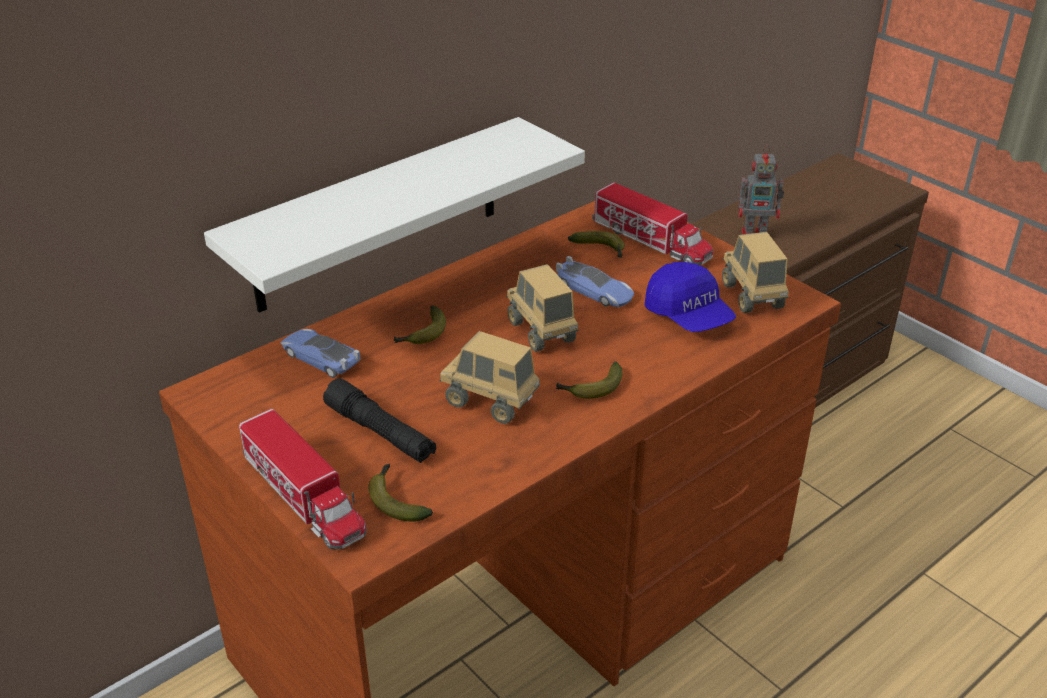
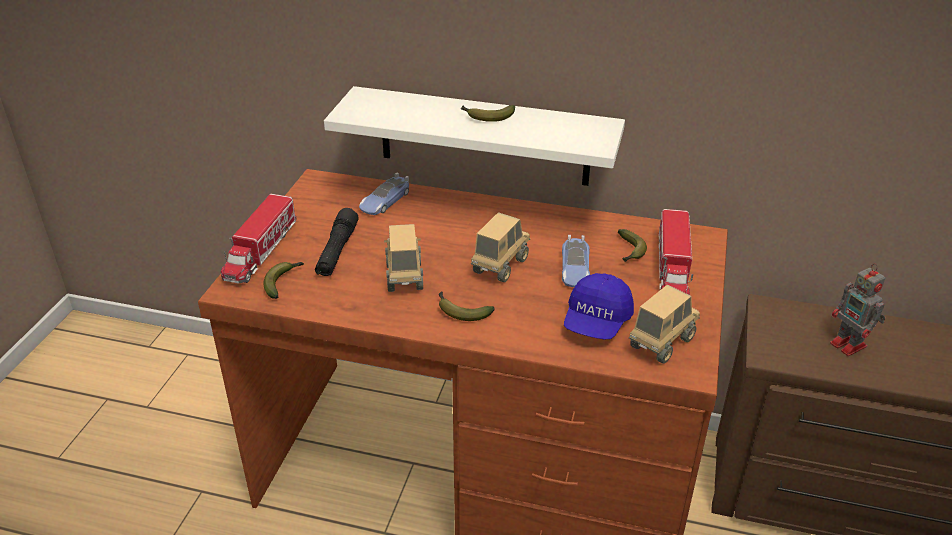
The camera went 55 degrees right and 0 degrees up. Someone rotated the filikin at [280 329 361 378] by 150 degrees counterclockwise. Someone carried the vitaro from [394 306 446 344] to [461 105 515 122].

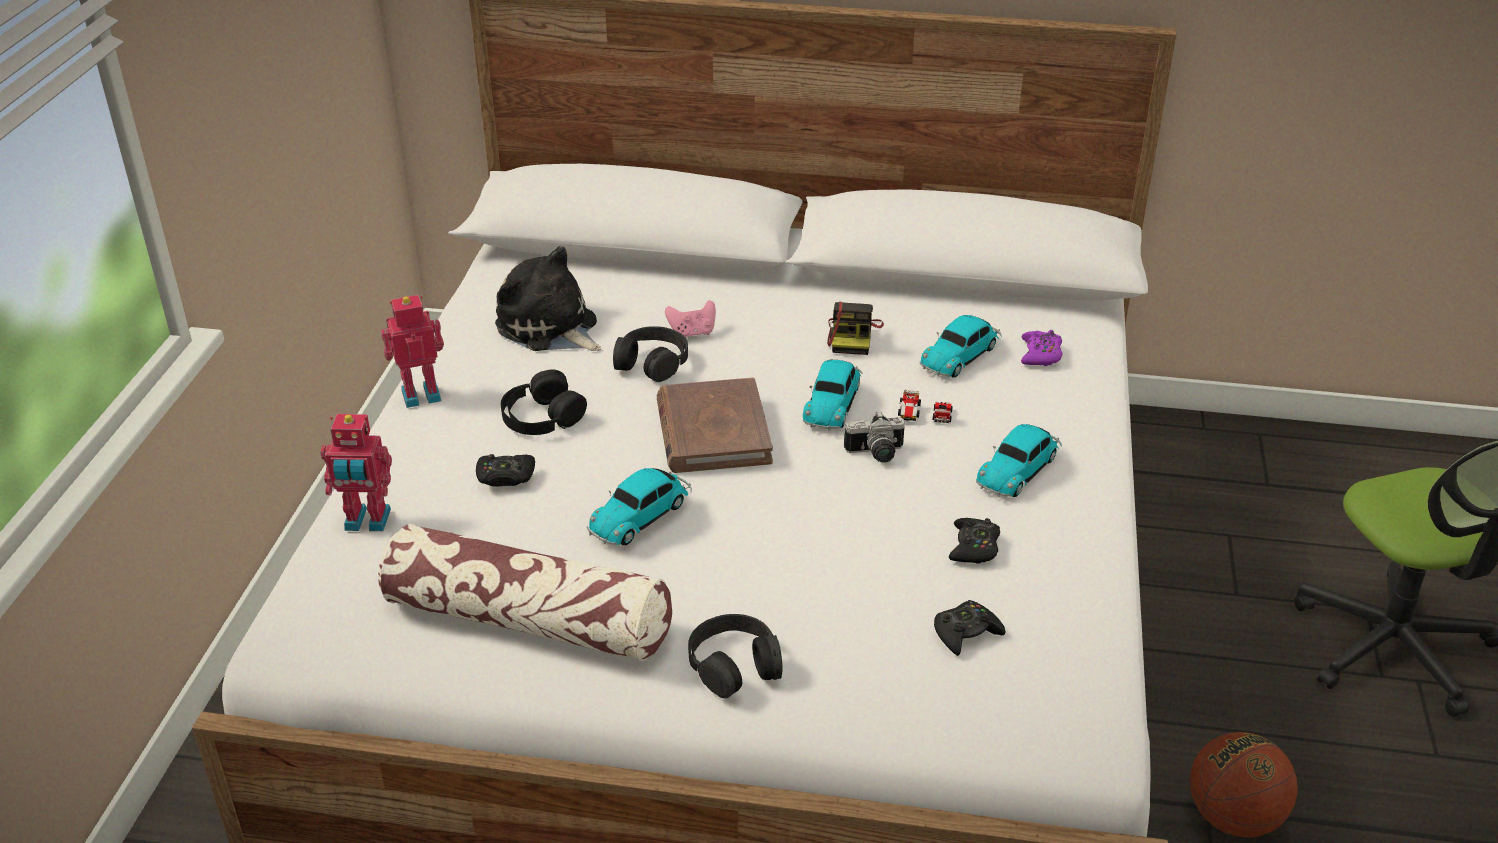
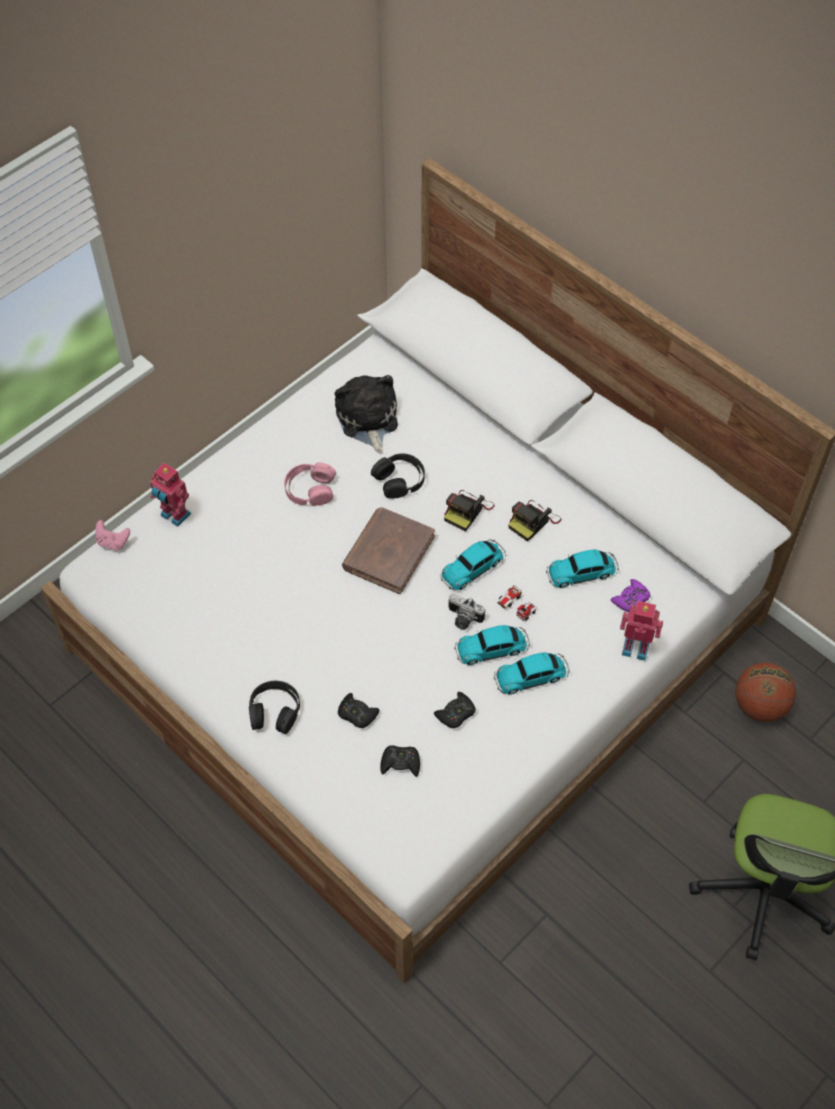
The camera went 35 degrees right and 20 degrees up. Someone took away the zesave at [378 524 672 661]. Someone carried the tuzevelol from [381 295 444 408] to [620 601 663 661]. Someone carried the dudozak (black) from [476 454 535 487] to [338 693 380 728]. Someone repainted the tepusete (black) at [501 369 587 435], which became the tepusete (pink) at [284 462 336 506]. Someone carried the filikin from [587 468 692 545] to [454 625 530 665]. Someone carried the dudozak (pink) from [665 300 716 337] to [96 520 130 551]. Someone carried the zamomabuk from [1190 732 1298 837] to [735 662 796 722]. Someone put down the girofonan at [444 490 495 531].

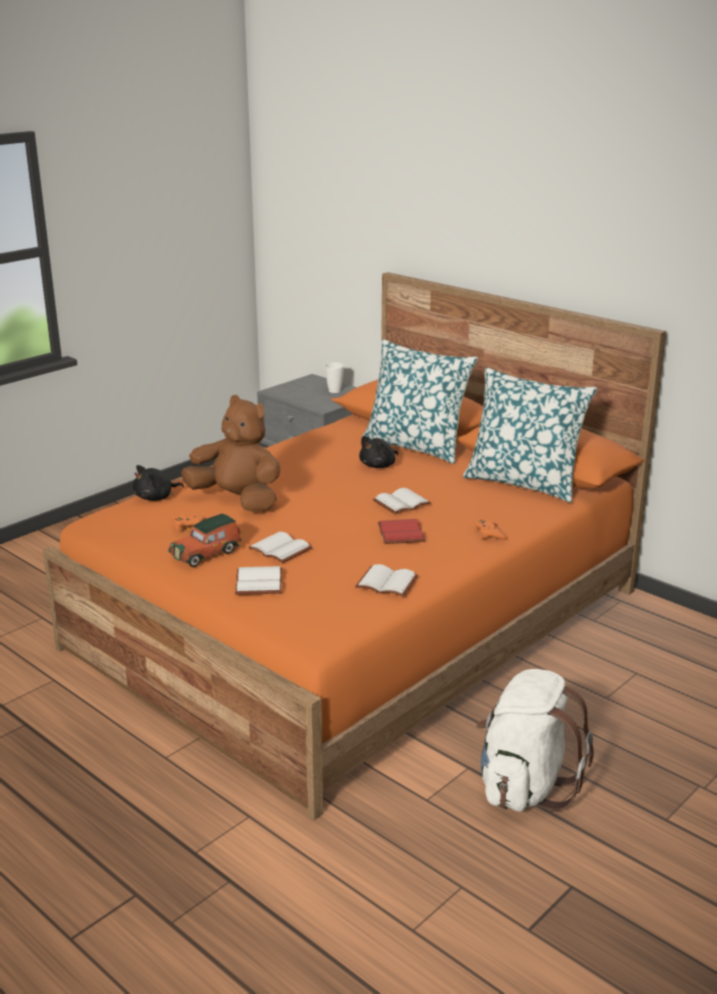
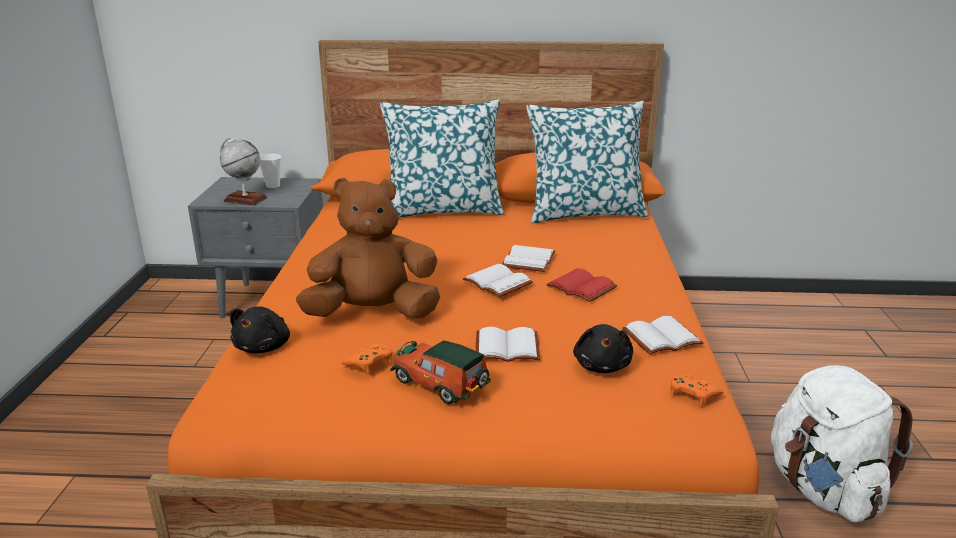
The camera went 40 degrees left and 0 degrees up. Someone rotated the filikin at [168 513 242 567] by 120 degrees clockwise. Someone carried the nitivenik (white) from [235 566 282 595] to [463 264 533 297]. Someone carried the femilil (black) from [359 436 398 468] to [573 324 633 373]. Someone carried the dudozak (orange) from [475 520 507 540] to [671 374 723 406]. Someone put down the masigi at [219 137 267 206].

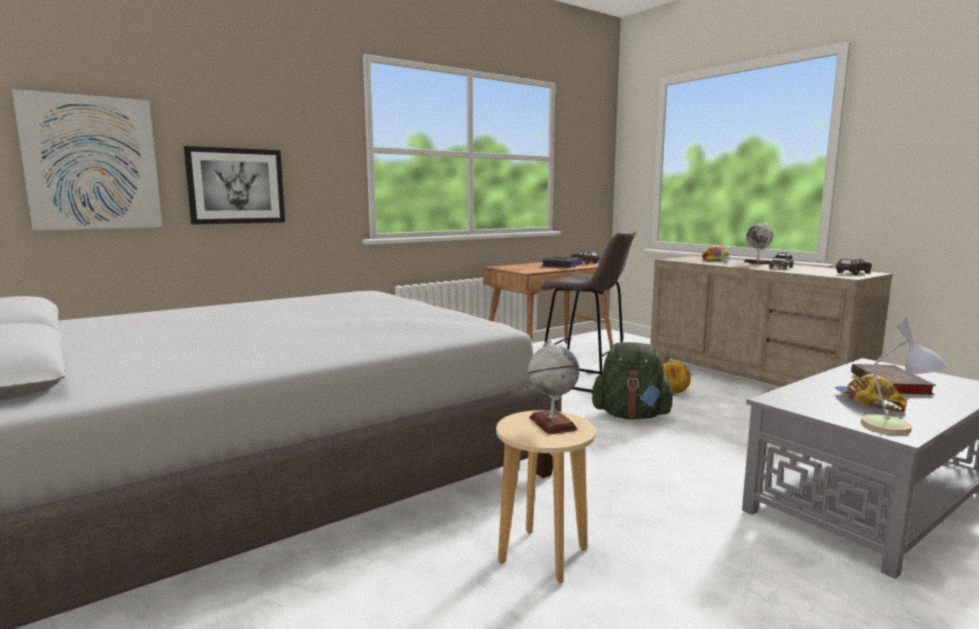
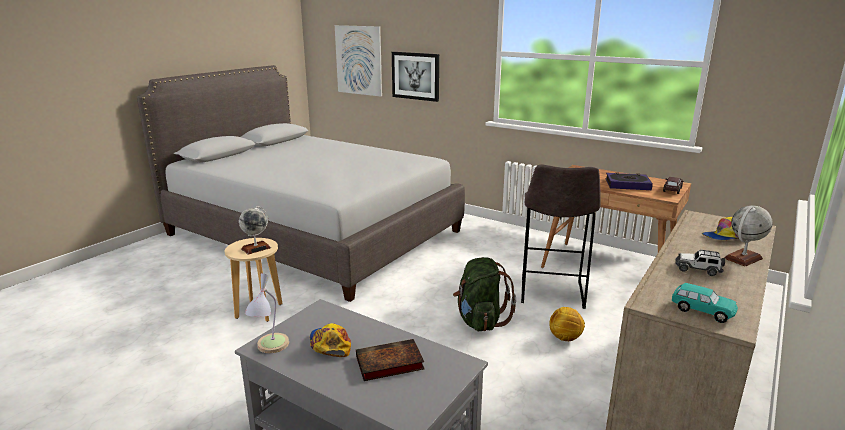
The camera went 70 degrees right and 10 degrees up. Someone rotated the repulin at [835 374 907 412] by 90 degrees counterclockwise. Someone repainted the filikin (brown) at [836 258 872 275], which became the filikin (turquoise) at [672 283 738 323].

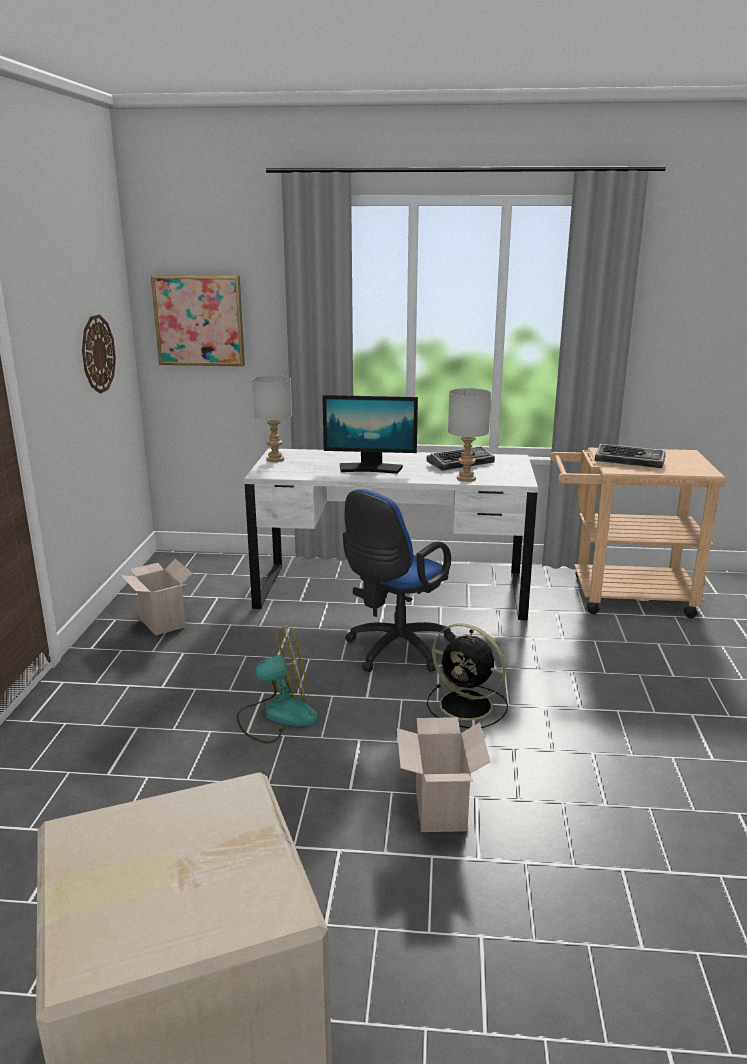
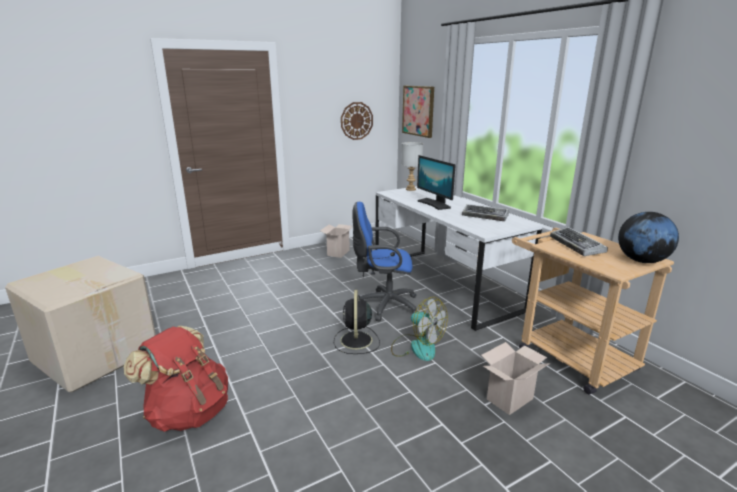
The camera went 55 degrees right and 0 degrees up. Someone carried the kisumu from [237 625 318 744] to [391 297 448 361]. Someone carried the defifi from [397 717 490 832] to [481 342 550 415]. Someone took away the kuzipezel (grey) at [448 388 491 482]. Someone put down the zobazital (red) at [124 326 228 432]. Someone put down the masigi at [618 212 679 263].

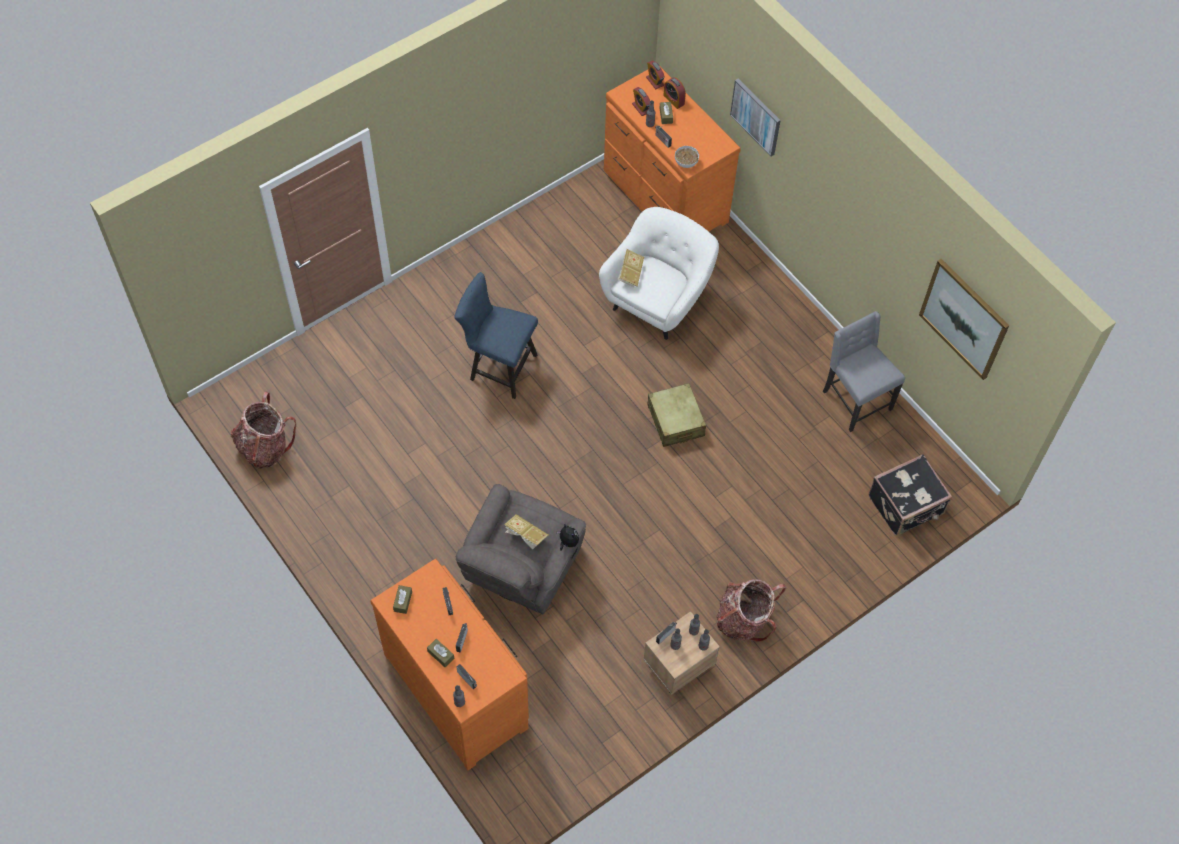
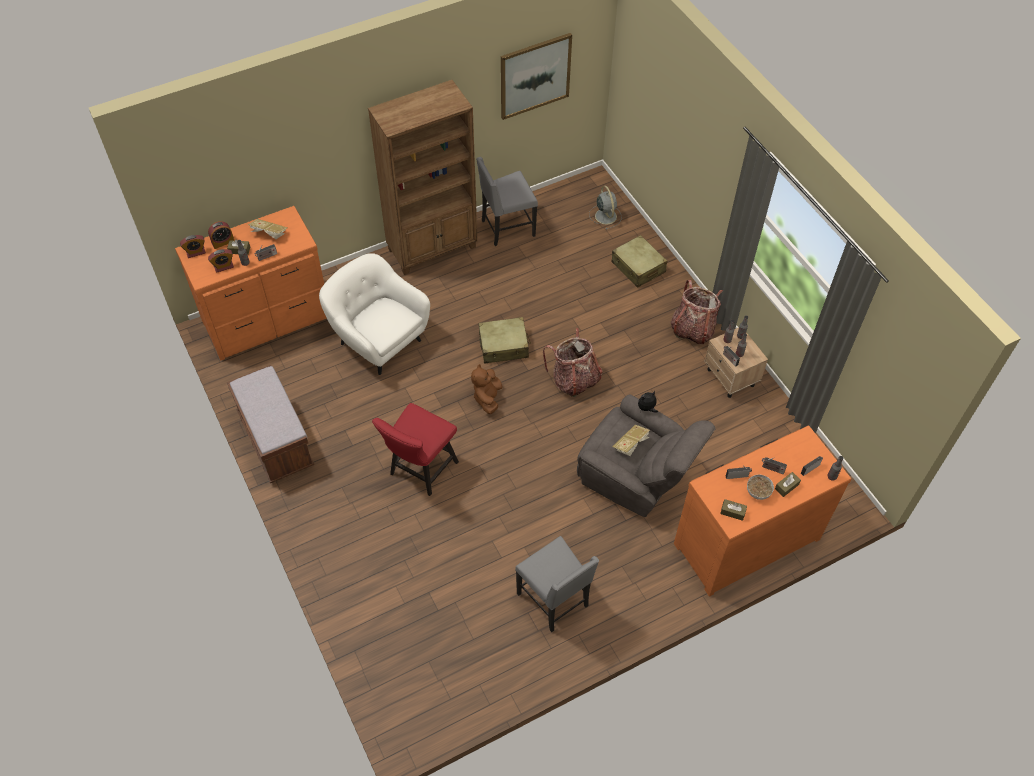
The camera went 80 degrees left and 5 degrees down. Someone carried the zobazital from [231 392 296 469] to [543 328 602 397]. Someone repainted the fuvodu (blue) at [454 272 538 399], which became the fuvodu (red) at [372 403 459 496]. Someone carried the nitivenik from [617 249 644 287] to [248 219 288 239]. Someone carried the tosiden from [675 146 699 168] to [747 475 774 500]. Someone took away the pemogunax at [730 79 781 156]. Someone swapped the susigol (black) at [869 454 952 536] for the kisumu (grey) at [589 186 622 229]. Someone put down the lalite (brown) at [227 365 314 483]. Someone put down the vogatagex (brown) at [368 80 477 275]. Someone put down the femilil (brown) at [471 364 503 414]. Someone put down the fuvodu (grey) at [515 536 599 632]. Someone put down the susigol (beige) at [612 235 667 288].

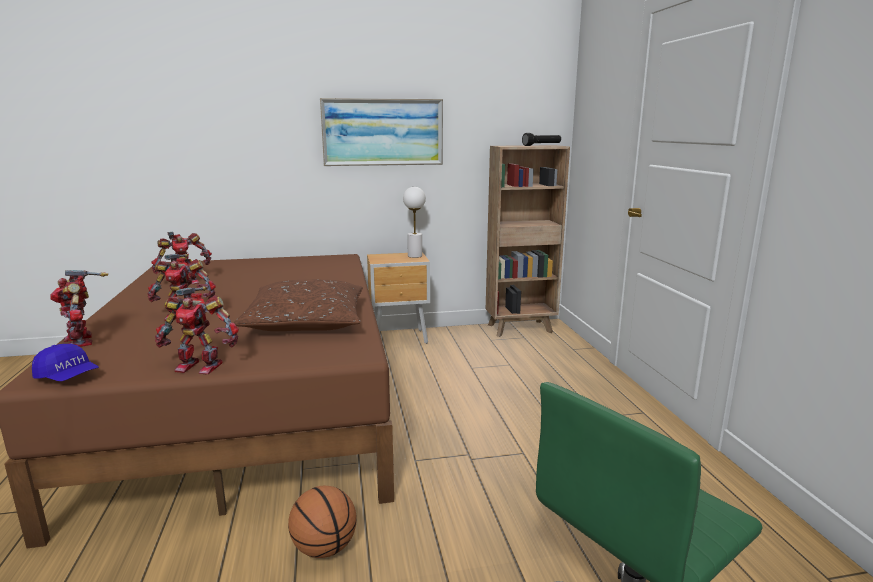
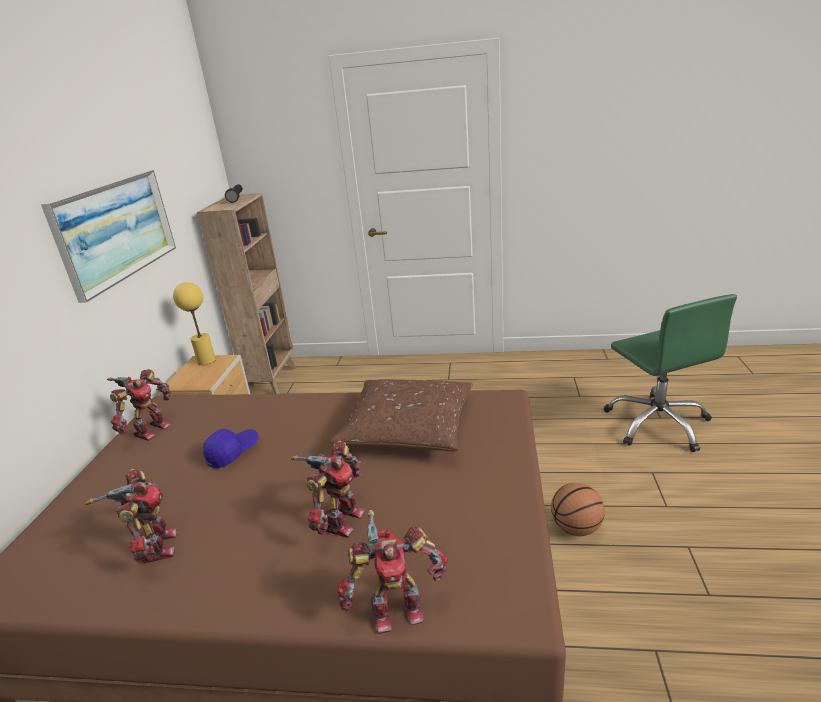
The camera went 70 degrees left and 10 degrees up. Someone carried the repulin (blue) from [32 344 99 381] to [203 429 258 469]. Someone carried the tuzevelol from [155 286 239 374] to [107 369 171 441]. Someone repainted the kuzipezel (white) at [403 187 426 258], which became the kuzipezel (yellow) at [173 282 216 365].

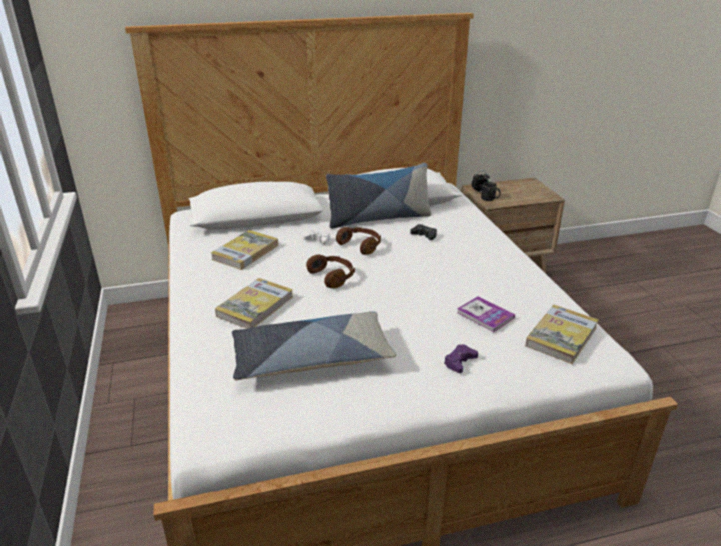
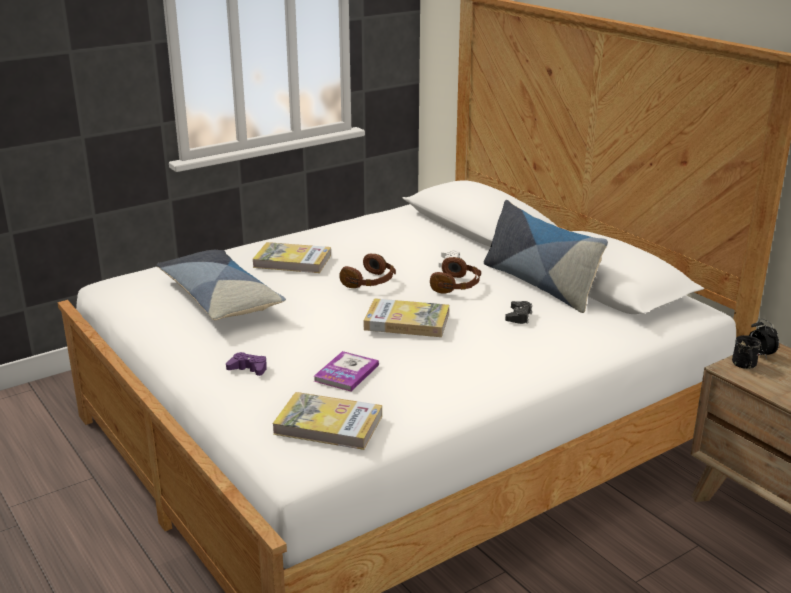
The camera went 70 degrees right and 5 degrees down. Someone carried the nitivenik from [211 230 278 270] to [364 298 449 337].

